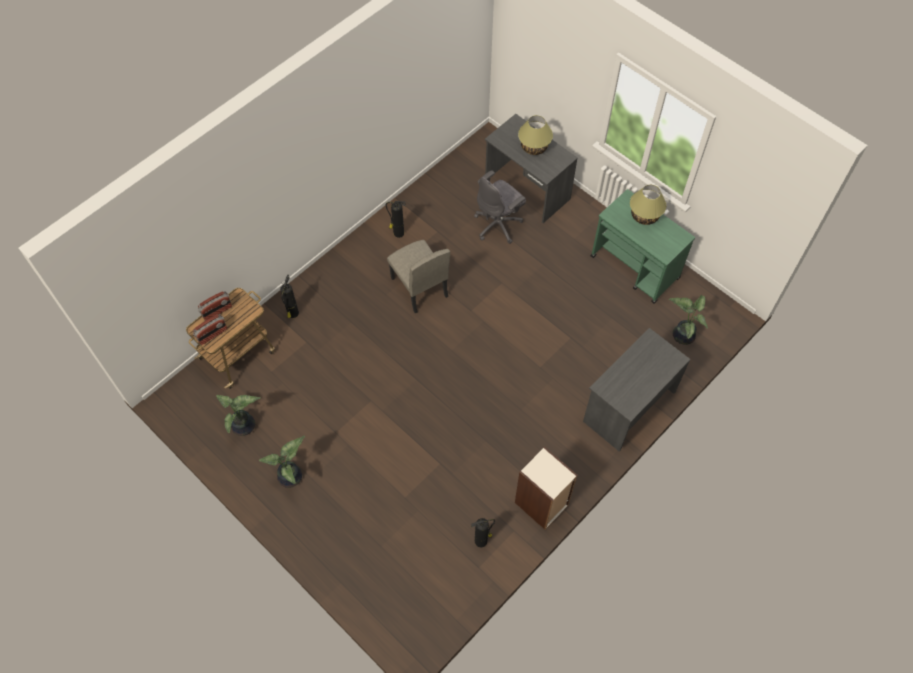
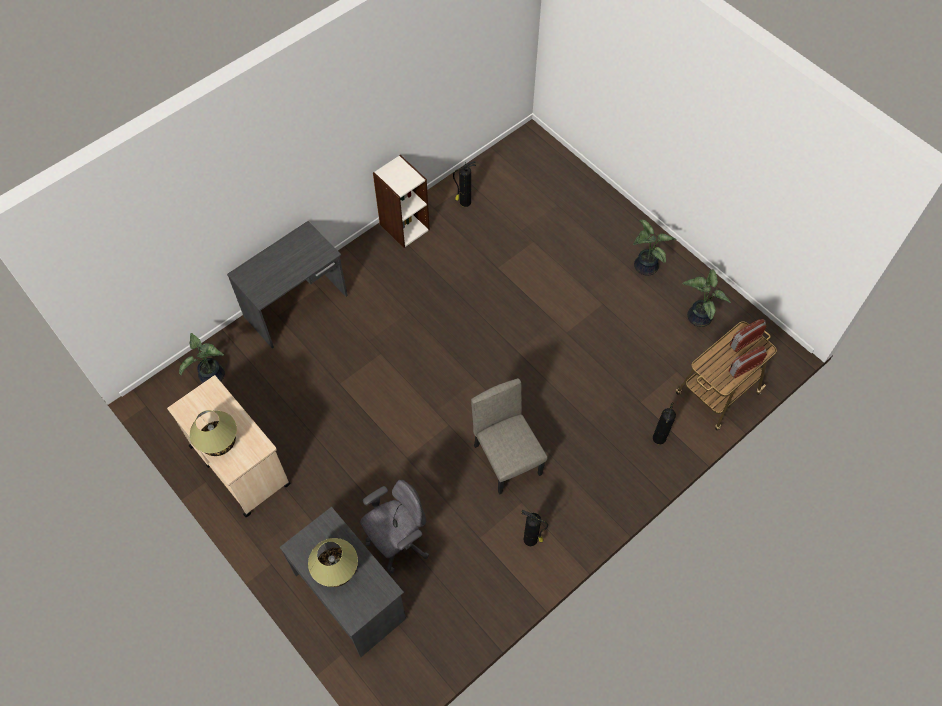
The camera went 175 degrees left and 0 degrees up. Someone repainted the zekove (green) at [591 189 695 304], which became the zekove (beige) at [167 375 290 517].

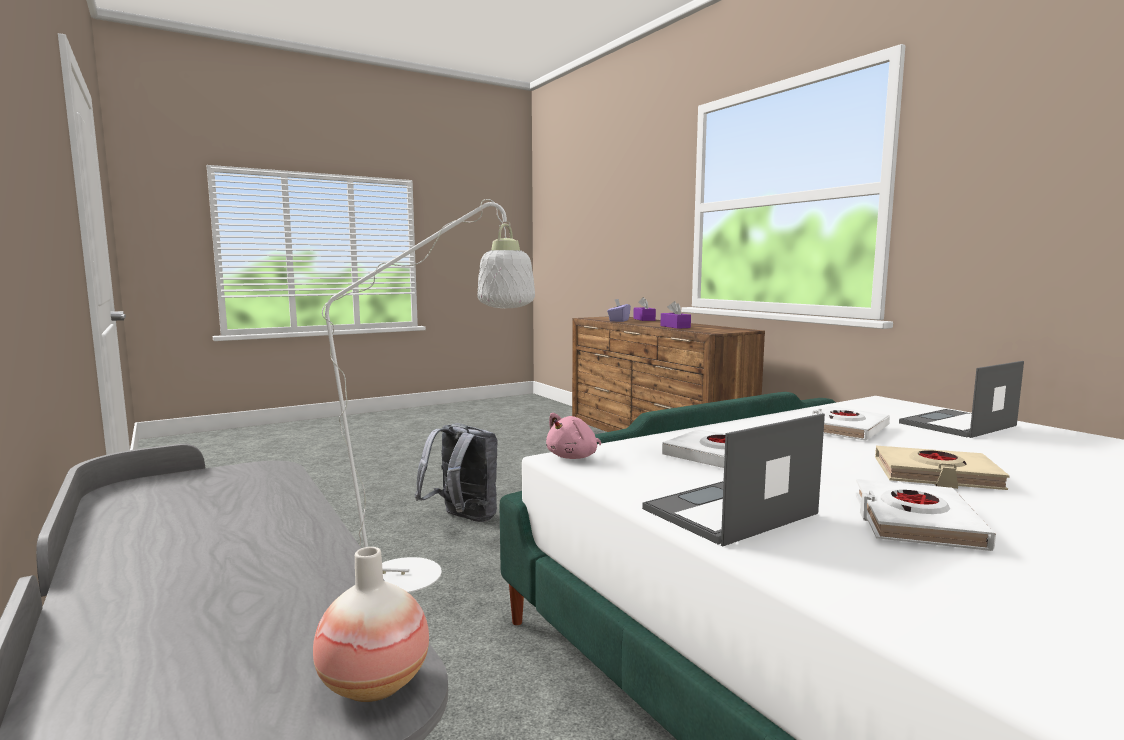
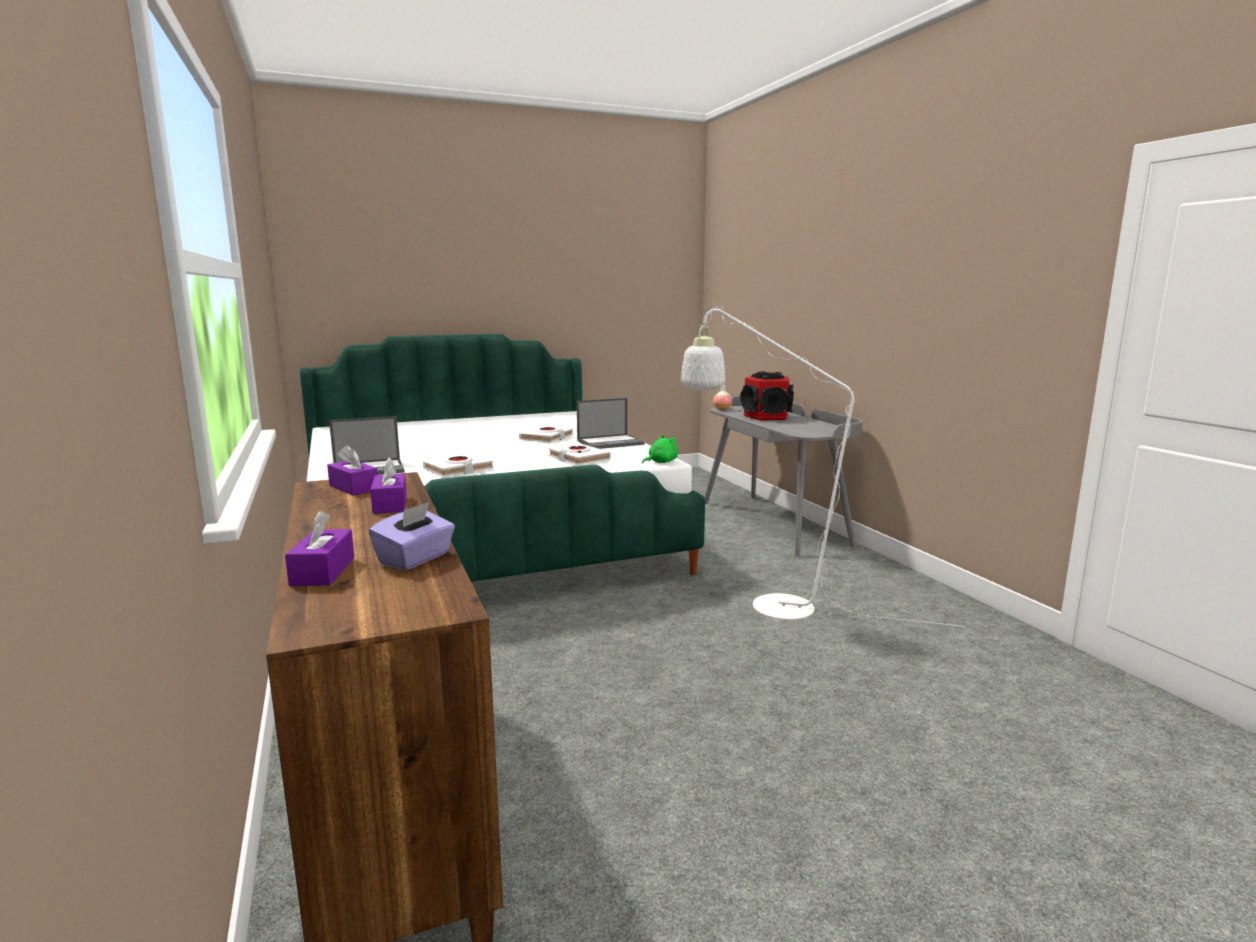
The camera went 170 degrees left and 5 degrees up. Someone took away the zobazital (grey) at [415 423 498 522]. Someone repainted the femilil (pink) at [546 413 601 459], which became the femilil (green) at [642 434 678 463]. Someone took away the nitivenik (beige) at [875 446 1010 490]. Someone put down the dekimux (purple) at [327 445 378 496]. Someone put down the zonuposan at [740 372 794 420].

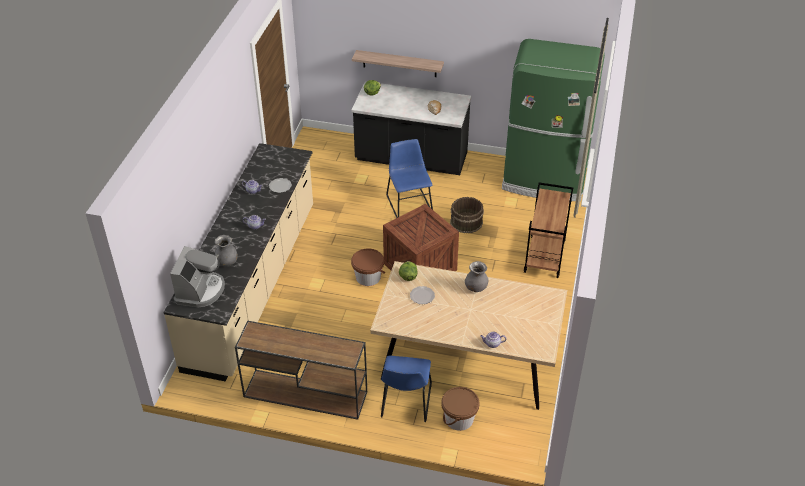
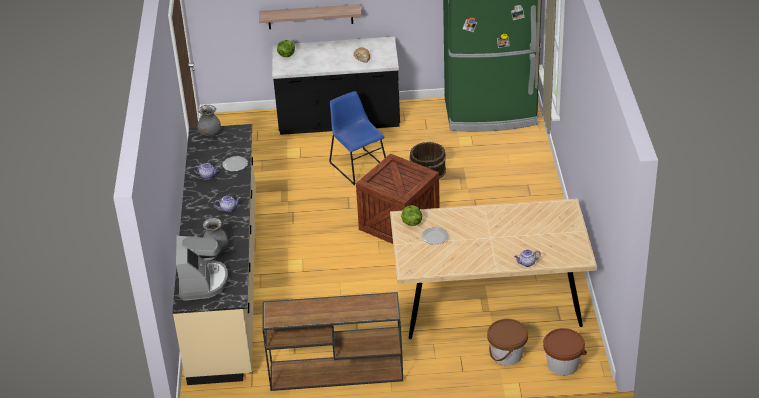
The camera went 15 degrees left and 5 degrees down. Someone carried the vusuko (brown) from [351 248 385 286] to [543 328 587 376]. Someone took away the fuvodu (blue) at [381 356 432 422]. Someone carried the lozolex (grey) from [465 261 488 292] to [197 105 221 136]. Someone took away the zekove (brown) at [524 182 573 278].

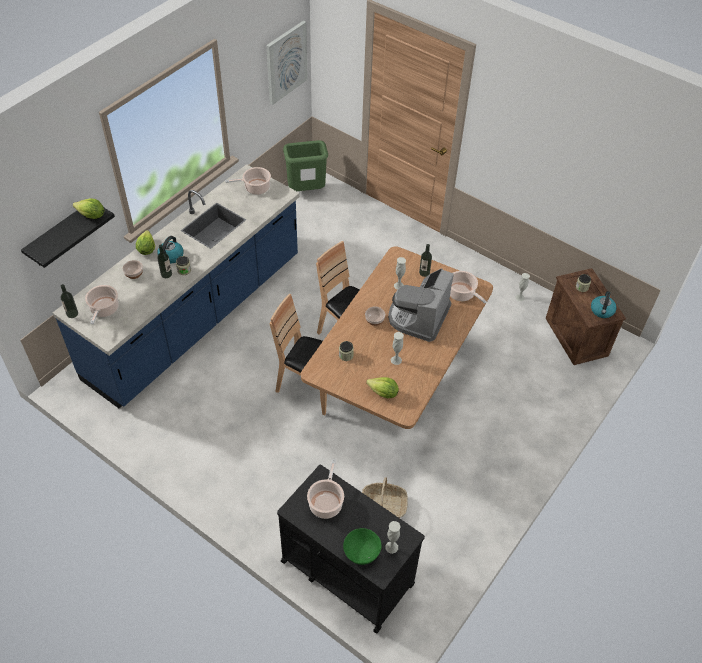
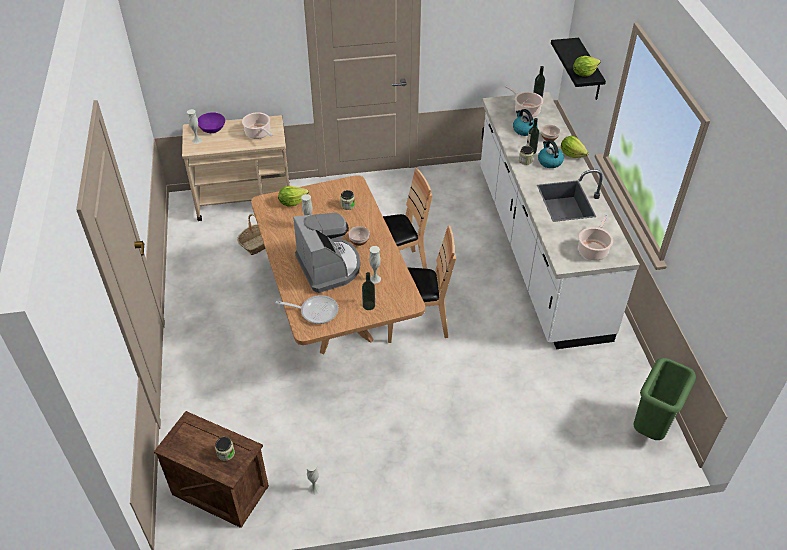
The camera went 135 degrees right and 5 degrees down. Someone repainted the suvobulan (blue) at [53 164 300 408], which became the suvobulan (white) at [481 92 640 349]. Someone took away the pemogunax at [266 21 308 105]. Someone repainted the zekove (black) at [277 465 425 634], which became the zekove (beige) at [182 115 290 221]. Someone repainted the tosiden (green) at [343 528 381 565], which became the tosiden (purple) at [198 112 225 133]. Someone swapped the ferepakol at [450 271 487 304] for the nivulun at [276 295 339 324]. Someone carried the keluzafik from [591 291 617 318] to [513 109 538 136].

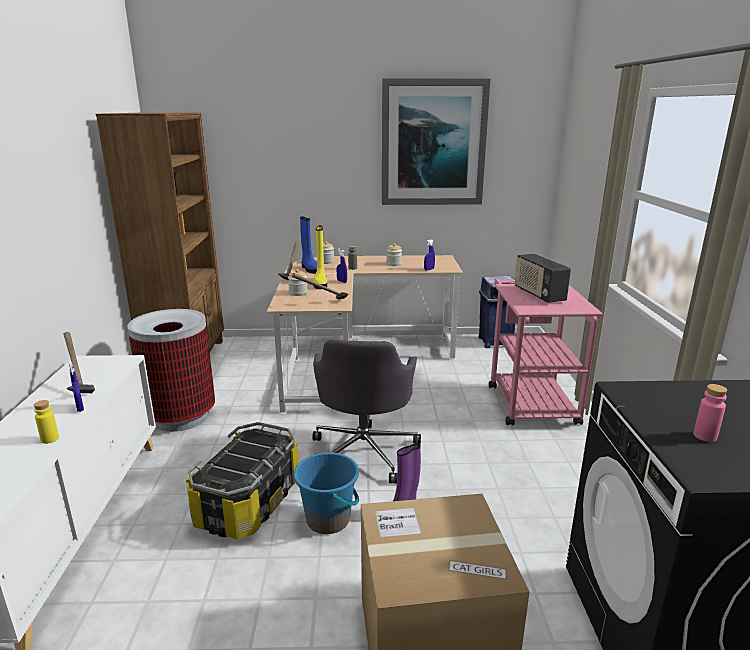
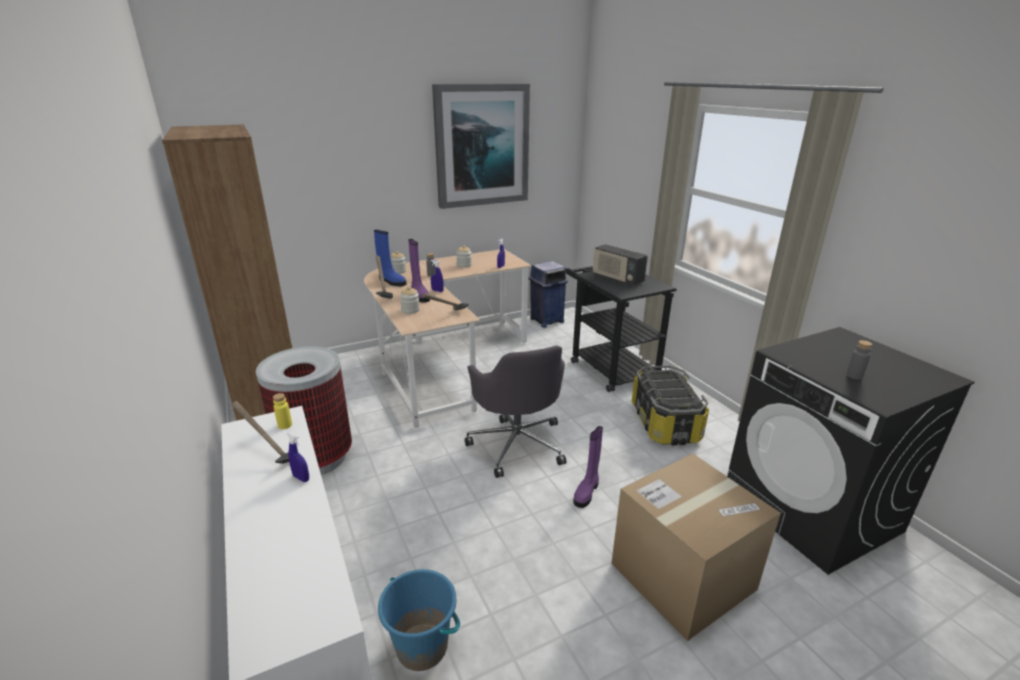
The camera went 25 degrees left and 5 degrees up. Someone carried the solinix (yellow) from [34 400 59 444] to [273 393 292 429]. Someone carried the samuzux from [186 422 299 539] to [632 365 709 446]. Someone carried the vusuko (blue) from [294 453 359 534] to [378 569 460 671]. Someone repainted the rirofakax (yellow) at [313 225 327 289], which became the rirofakax (purple) at [408 239 430 303]. Someone repainted the zekove (pink) at [489 279 603 426], which became the zekove (black) at [566 266 677 392]. Someone repainted the solinix (pink) at [693 384 727 442], which became the solinix (grey) at [846 340 872 380].

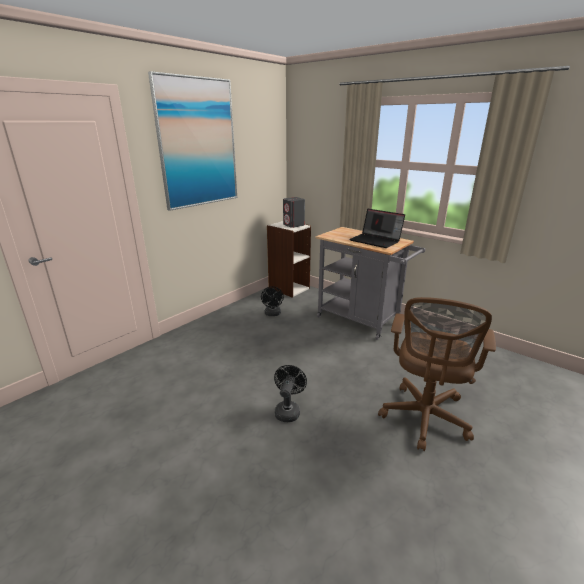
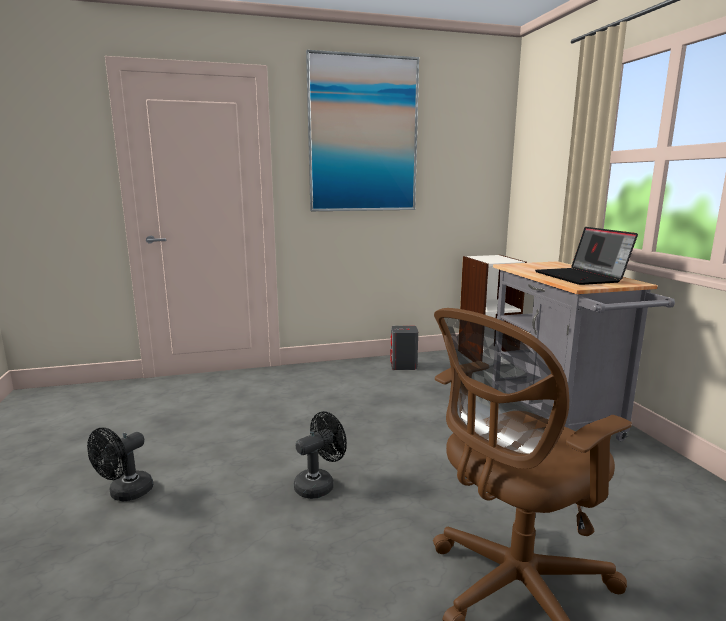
The camera went 35 degrees right and 10 degrees down. Someone carried the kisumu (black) from [261 286 284 316] to [87 427 153 501]. Someone carried the zonuposan (grey) from [283 197 305 228] to [390 326 418 370].

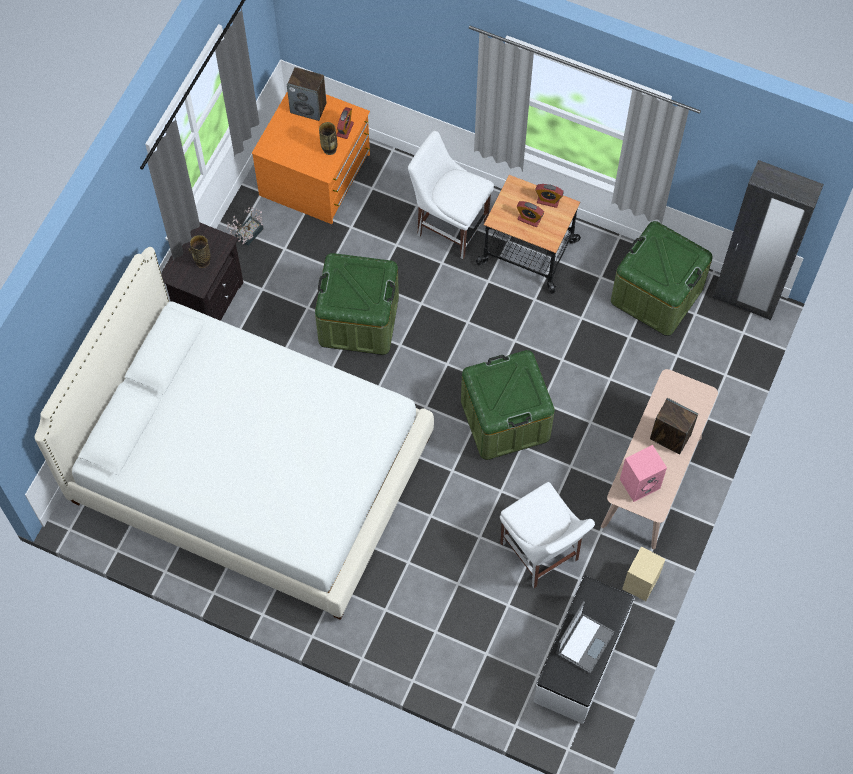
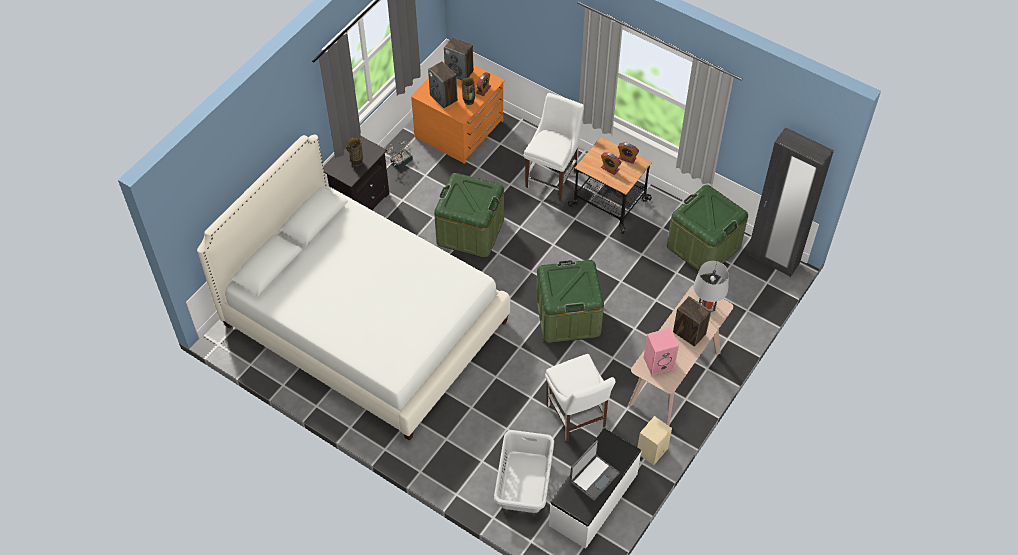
The camera went 10 degrees right and 10 degrees down. Someone rotated the fuvodu (white) at [408 131 494 259] by 75 degrees clockwise. Someone put down the zonuposan at [428 61 458 109]. Someone put down the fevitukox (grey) at [494 430 554 513]. Someone put down the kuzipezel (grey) at [694 261 729 312].

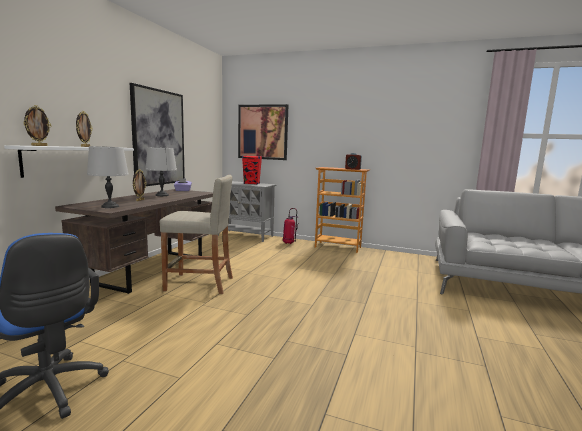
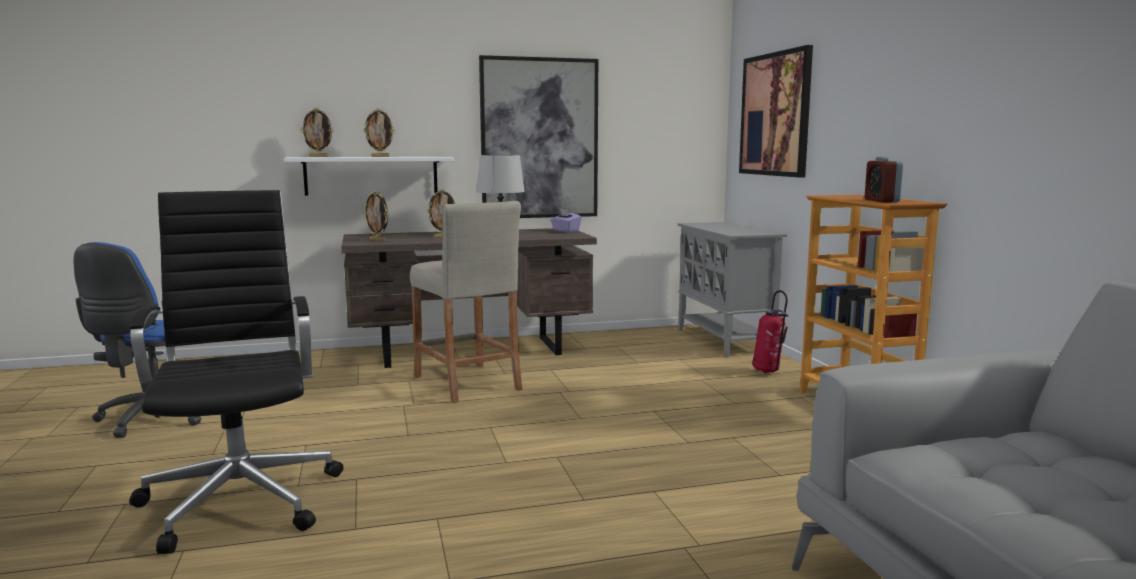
The camera went 55 degrees right and 0 degrees up. Someone swapped the kuzipezel (grey) at [87 146 129 208] for the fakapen at [363 190 389 241]. Someone took away the zonuposan (red) at [242 155 262 185]. Someone put down the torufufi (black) at [129 190 343 554].

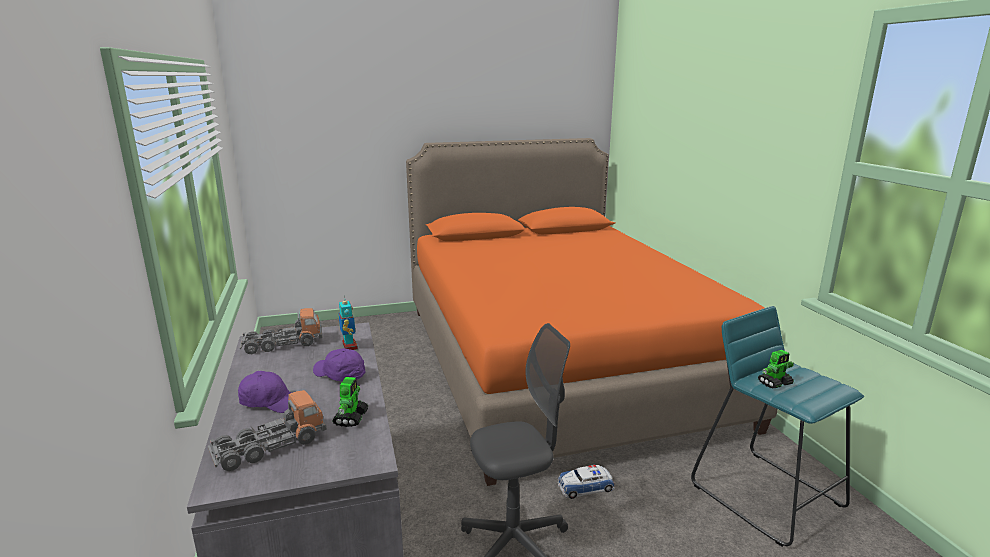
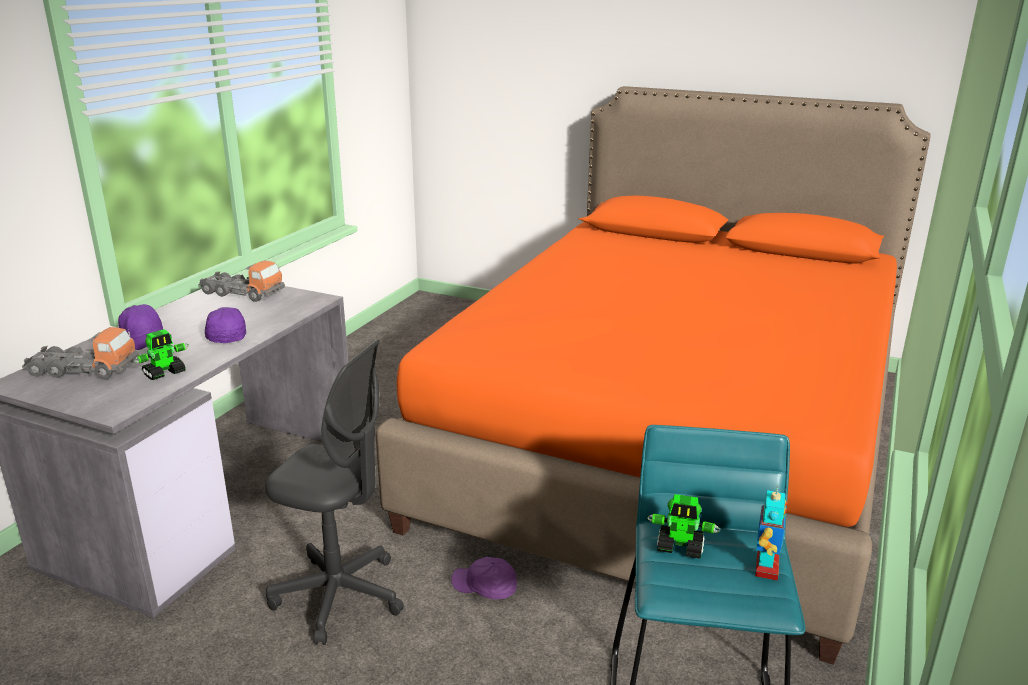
The camera went 40 degrees right and 5 degrees up. Someone carried the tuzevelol from [338 296 358 350] to [755 484 787 581]. Someone swapped the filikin at [558 465 615 499] for the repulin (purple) at [451 557 517 599].

